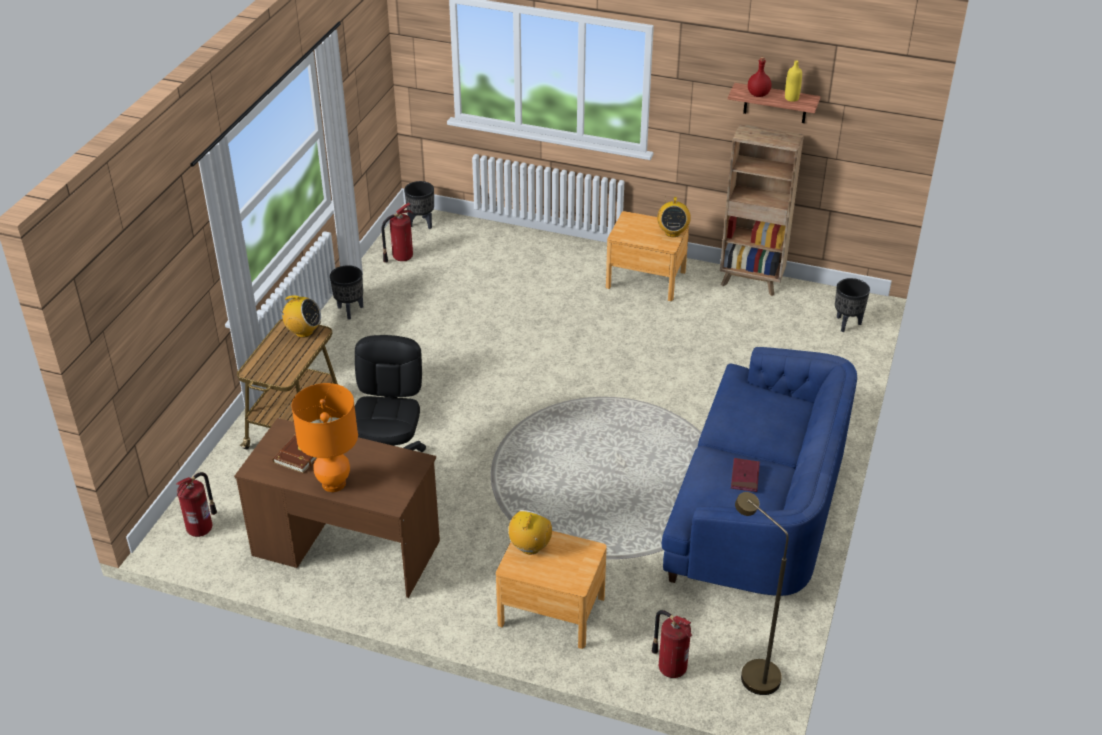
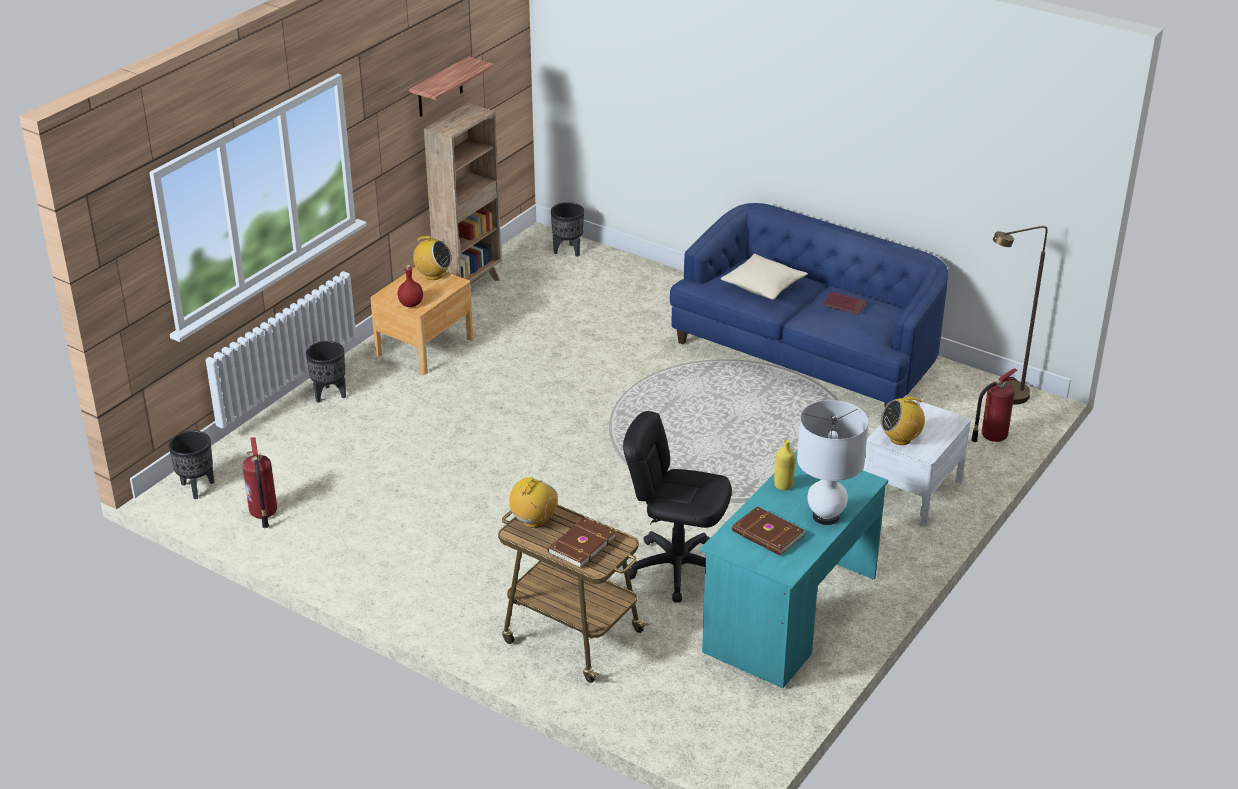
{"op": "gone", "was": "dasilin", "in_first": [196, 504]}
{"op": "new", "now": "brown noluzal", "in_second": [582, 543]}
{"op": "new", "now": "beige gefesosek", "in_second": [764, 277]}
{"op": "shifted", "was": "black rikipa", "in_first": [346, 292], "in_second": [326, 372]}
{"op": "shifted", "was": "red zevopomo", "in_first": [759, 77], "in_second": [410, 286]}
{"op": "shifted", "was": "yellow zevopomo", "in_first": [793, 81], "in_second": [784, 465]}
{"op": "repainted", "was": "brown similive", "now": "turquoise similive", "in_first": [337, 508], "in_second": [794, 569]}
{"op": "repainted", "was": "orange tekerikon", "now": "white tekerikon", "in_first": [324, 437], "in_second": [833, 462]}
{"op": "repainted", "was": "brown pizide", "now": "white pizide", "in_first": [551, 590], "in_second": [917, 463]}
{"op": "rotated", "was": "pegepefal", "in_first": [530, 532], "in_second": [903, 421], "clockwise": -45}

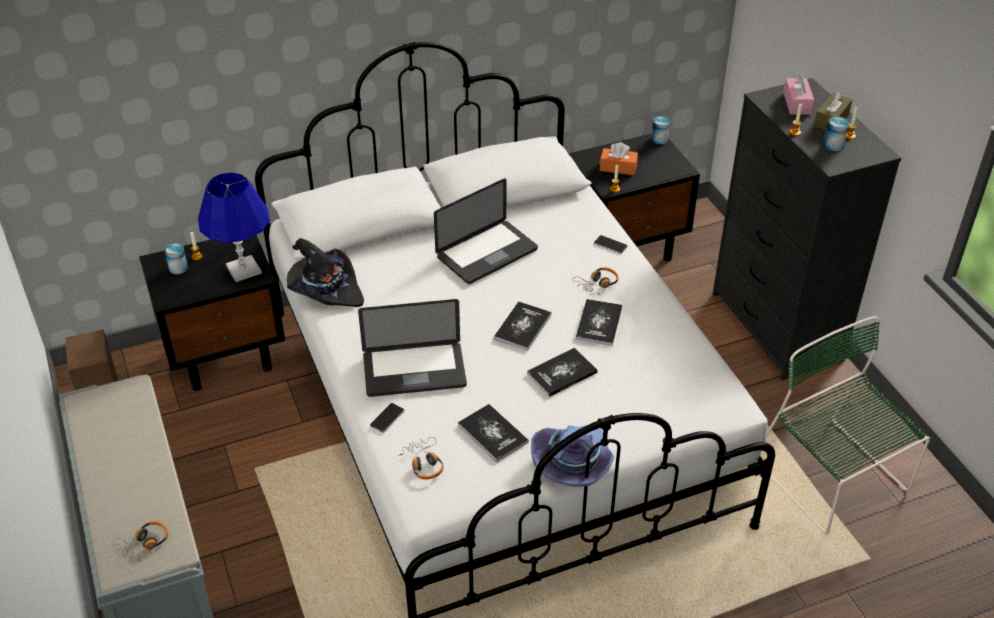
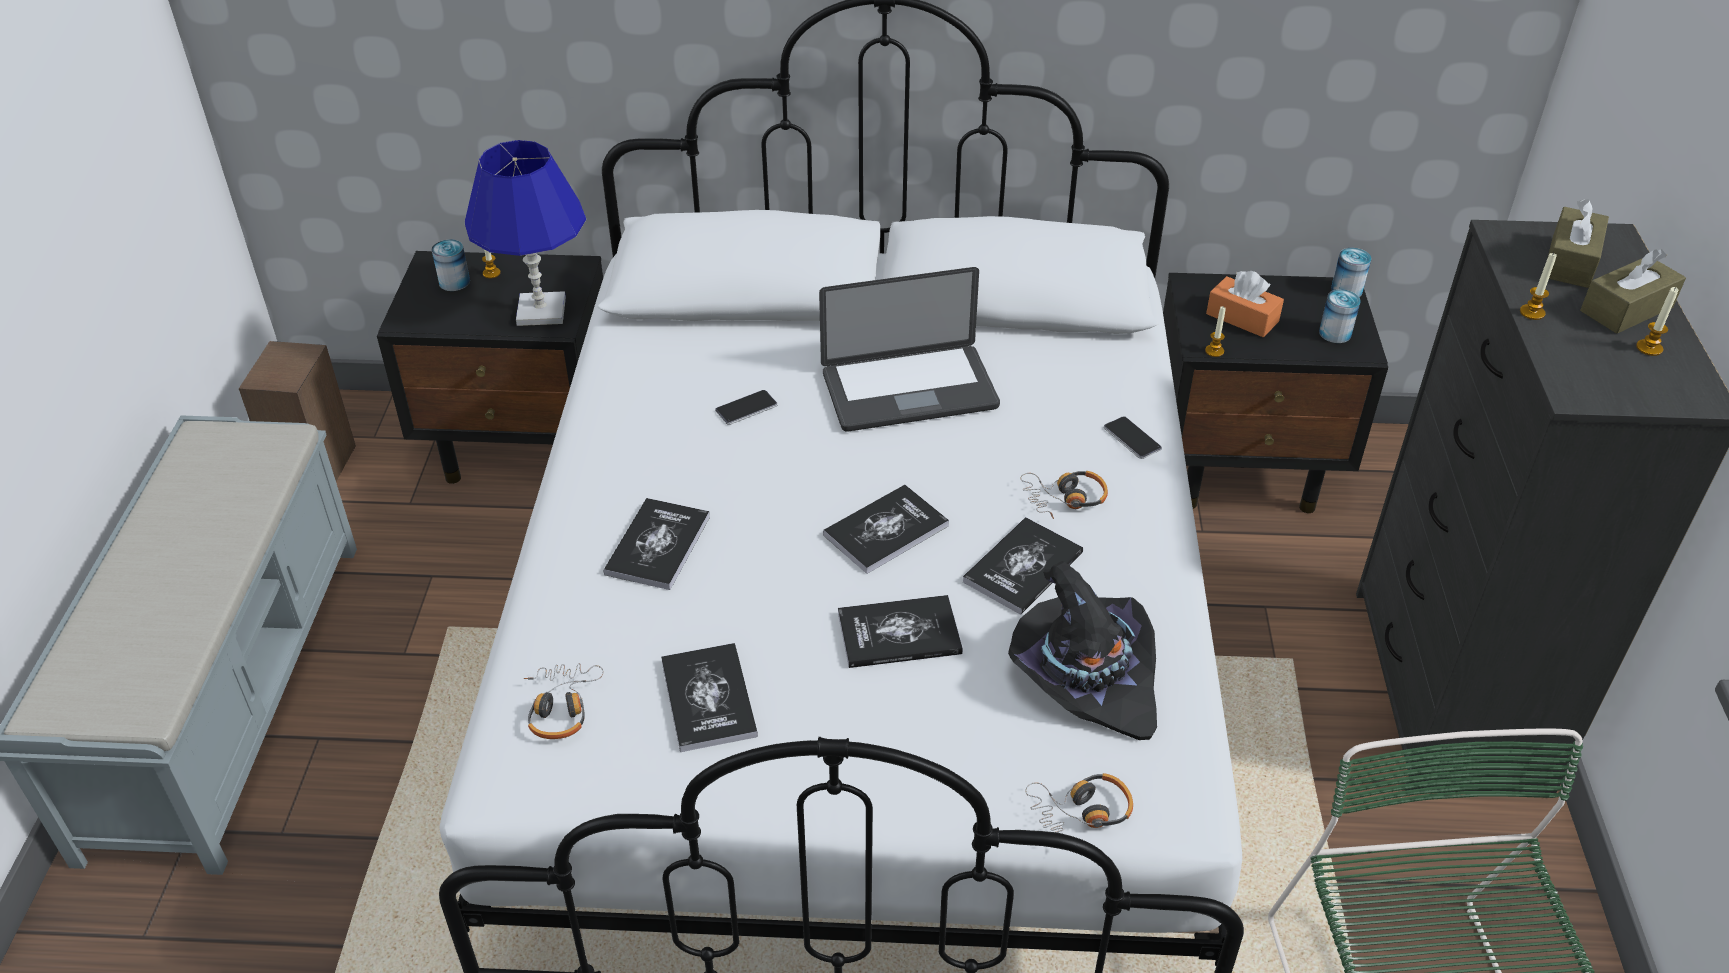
{"op": "gone", "was": "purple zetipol", "in_first": [572, 455]}
{"op": "shifted", "was": "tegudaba", "in_first": [140, 542], "in_second": [1079, 802]}
{"op": "shifted", "was": "black zetipol", "in_first": [325, 272], "in_second": [1082, 650]}
{"op": "shifted", "was": "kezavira", "in_first": [387, 418], "in_second": [746, 407]}
{"op": "shifted", "was": "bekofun", "in_first": [836, 134], "in_second": [1340, 316]}
{"op": "swapped", "was": "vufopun", "now": "noluzal", "in_first": [412, 348], "in_second": [657, 544]}
{"op": "repainted", "was": "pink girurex", "now": "brown girurex", "in_first": [798, 93], "in_second": [1578, 243]}

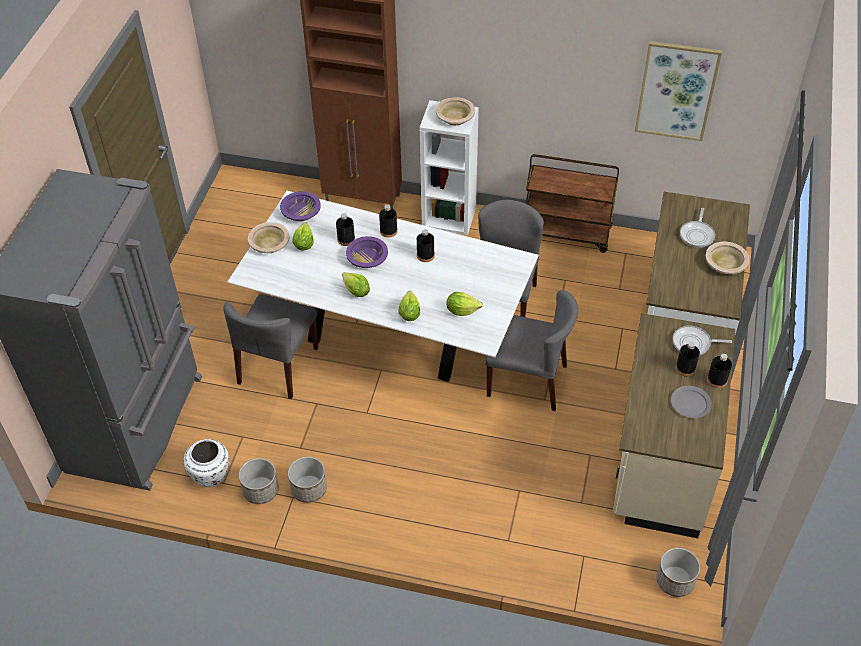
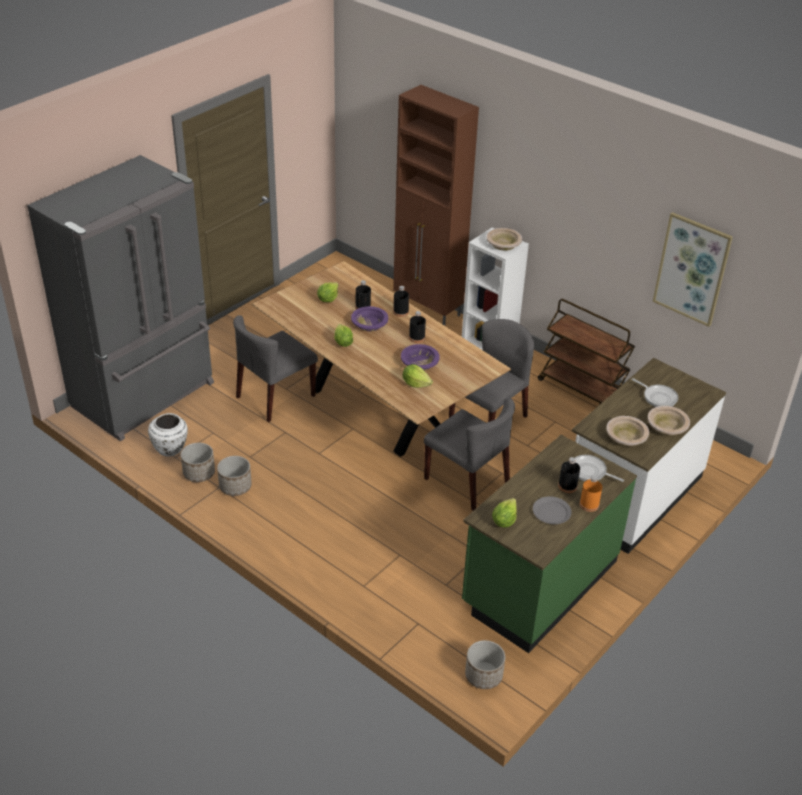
{"op": "shifted", "was": "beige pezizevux", "in_first": [268, 237], "in_second": [627, 431]}
{"op": "shifted", "was": "purple pezizevux", "in_first": [300, 206], "in_second": [420, 357]}
{"op": "shifted", "was": "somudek", "in_first": [409, 306], "in_second": [504, 513]}
{"op": "repainted", "was": "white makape", "now": "brown makape", "in_first": [383, 286], "in_second": [381, 359]}
{"op": "repainted", "was": "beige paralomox", "now": "green paralomox", "in_first": [674, 425], "in_second": [549, 544]}
{"op": "repainted", "was": "black zevopomo", "now": "orange zevopomo", "in_first": [719, 371], "in_second": [591, 494]}
{"op": "rotated", "was": "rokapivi", "in_first": [697, 228], "in_second": [655, 392], "clockwise": -90}

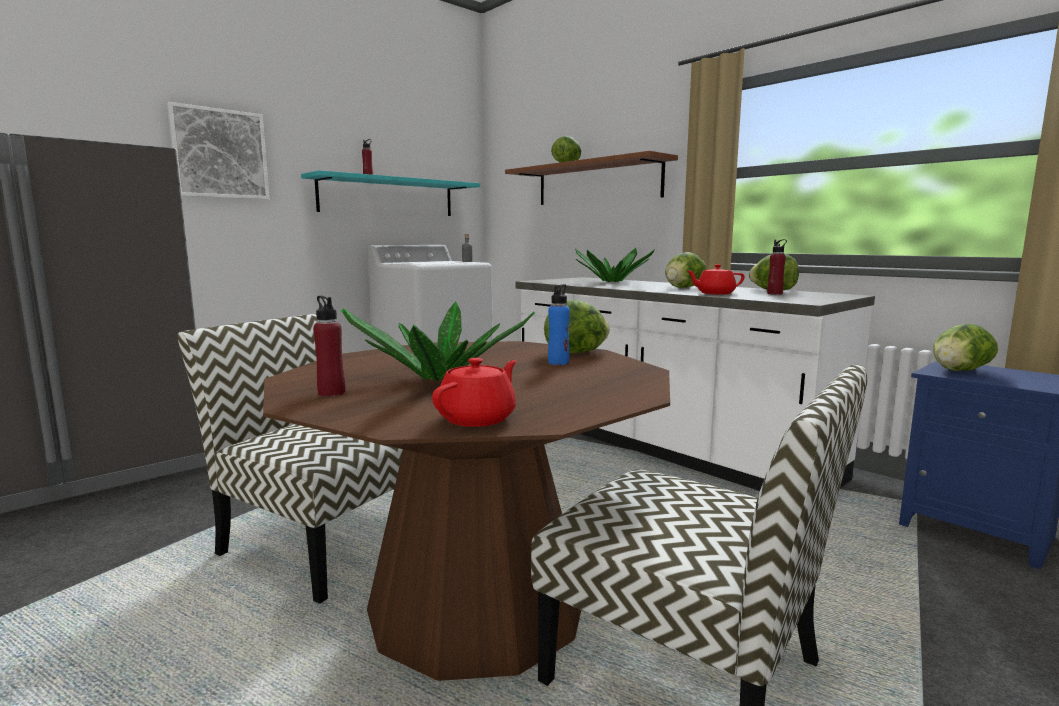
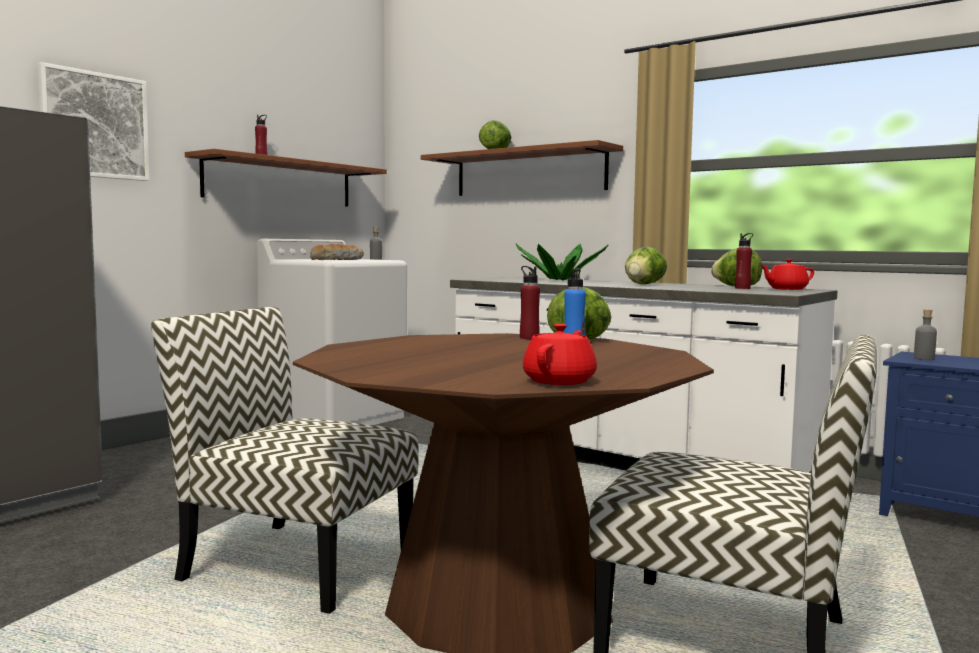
{"op": "gone", "was": "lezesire", "in_first": [438, 341]}
{"op": "new", "now": "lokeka", "in_second": [337, 252]}
{"op": "shifted", "was": "red zevopomo", "in_first": [329, 346], "in_second": [530, 302]}
{"op": "shifted", "was": "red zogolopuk", "in_first": [716, 279], "in_second": [787, 274]}
{"op": "swapped", "was": "somudek", "now": "grey zevopomo", "in_first": [965, 347], "in_second": [925, 334]}
{"op": "repainted", "was": "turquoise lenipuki", "now": "brown lenipuki", "in_first": [390, 193], "in_second": [286, 178]}

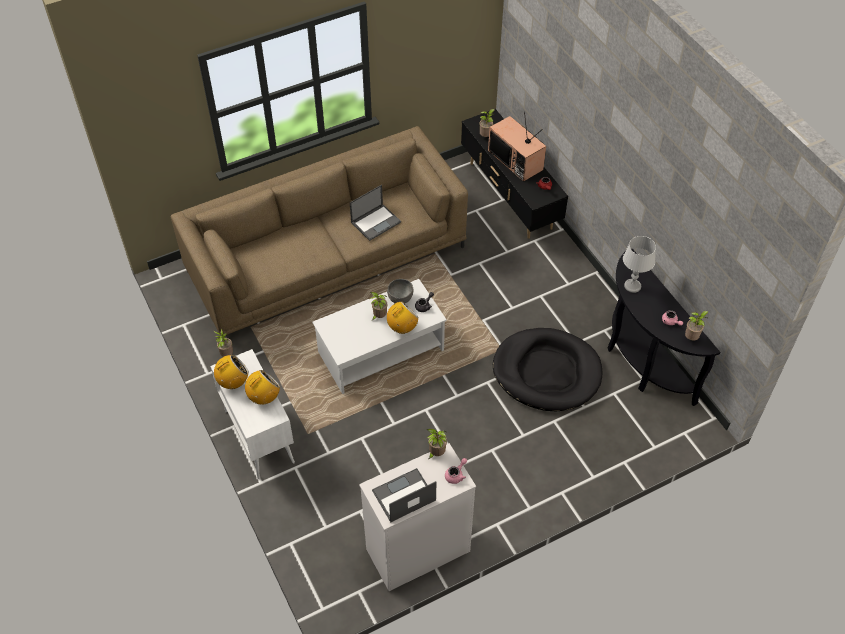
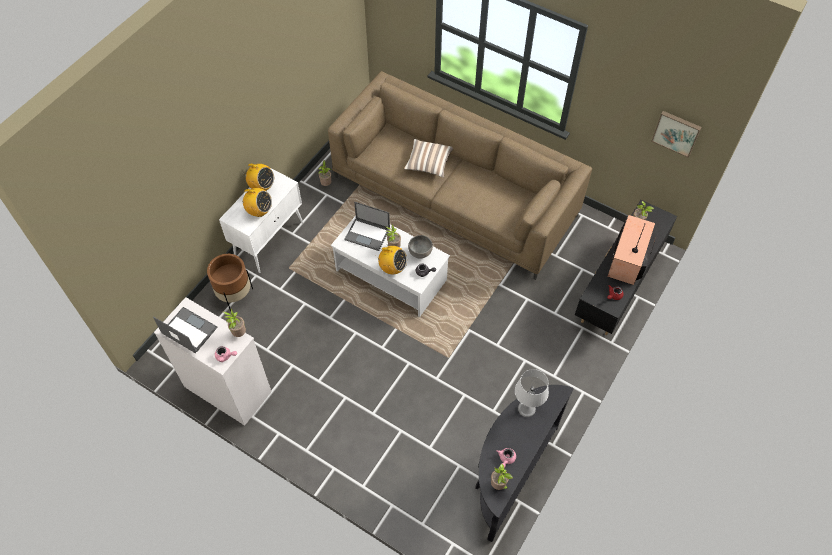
{"op": "gone", "was": "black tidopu", "in_first": [548, 370]}
{"op": "new", "now": "brown rikipa", "in_second": [230, 282]}
{"op": "new", "now": "gefesosek", "in_second": [428, 158]}
{"op": "new", "now": "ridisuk", "in_second": [676, 134]}
{"op": "shifted", "was": "vufopun", "in_first": [375, 213], "in_second": [367, 226]}

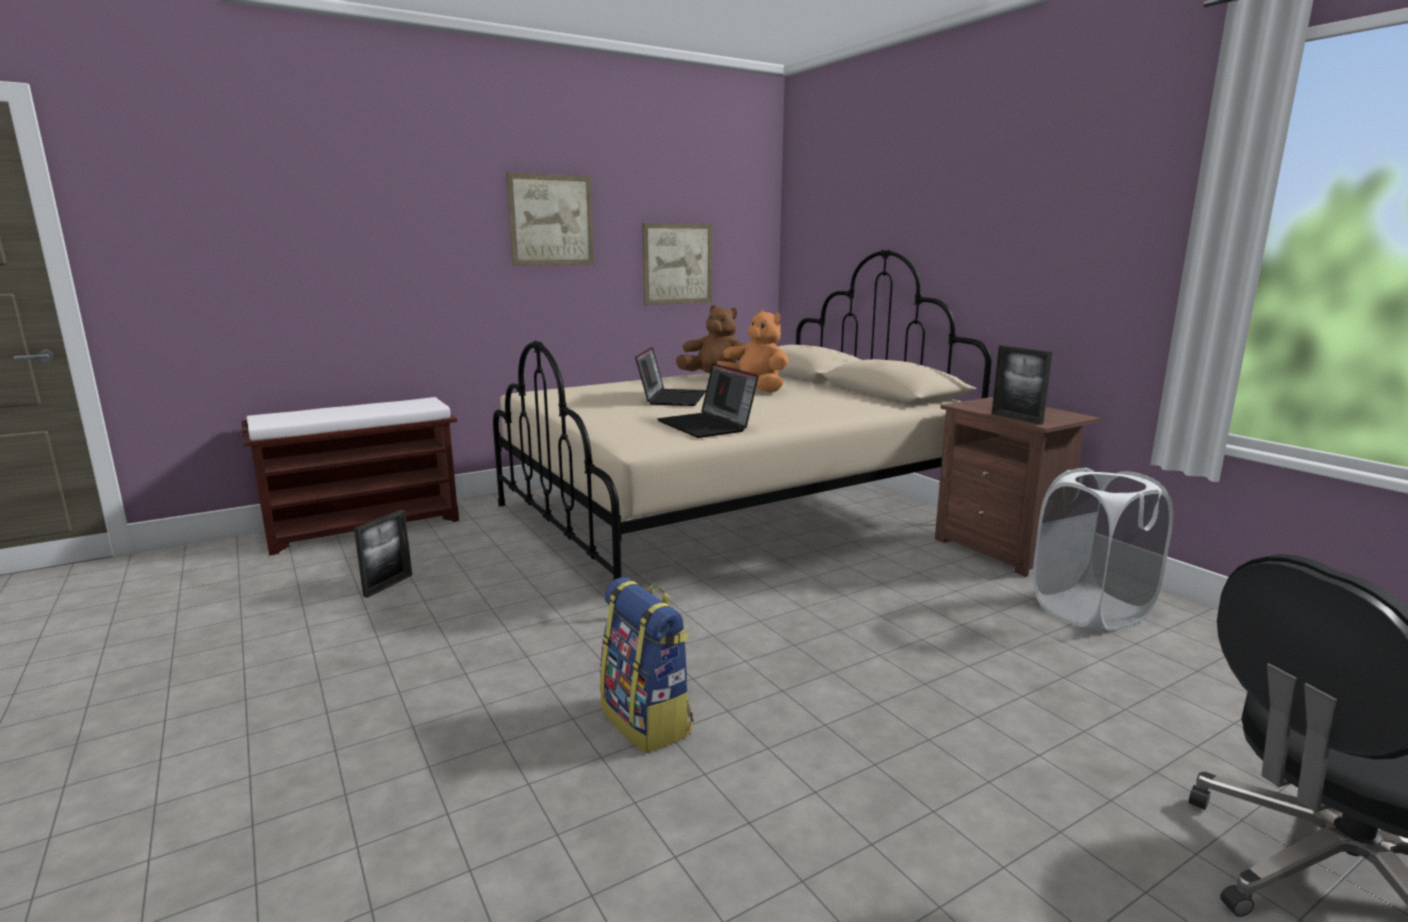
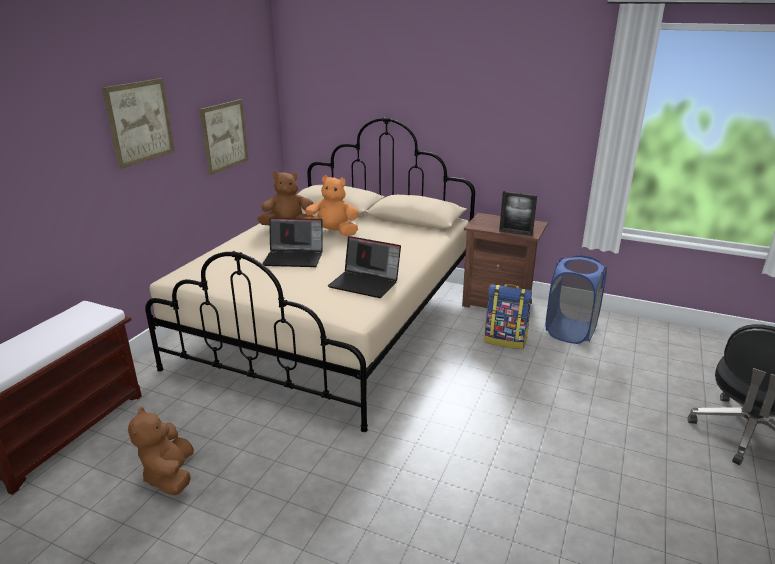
{"op": "shifted", "was": "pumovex", "in_first": [647, 665], "in_second": [508, 316]}
{"op": "swapped", "was": "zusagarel", "now": "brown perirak", "in_first": [383, 554], "in_second": [161, 451]}
{"op": "repainted", "was": "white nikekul", "now": "blue nikekul", "in_first": [1103, 549], "in_second": [576, 299]}
{"op": "rotated", "was": "vufopun", "in_first": [670, 376], "in_second": [293, 242], "clockwise": 120}

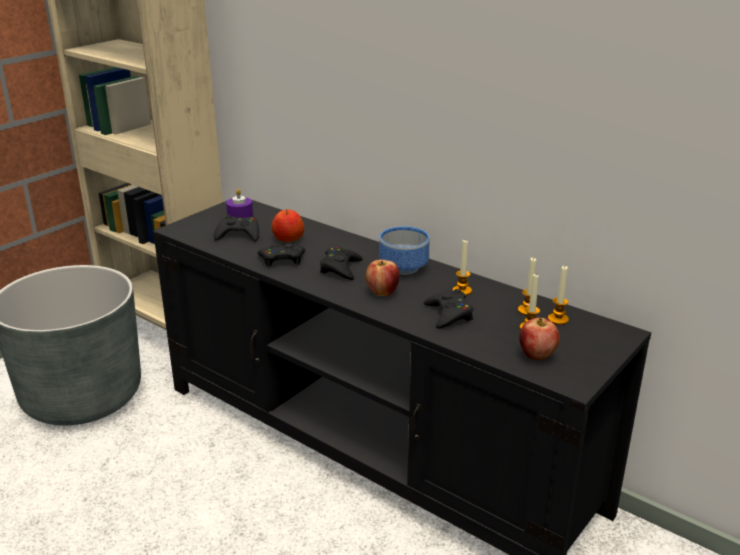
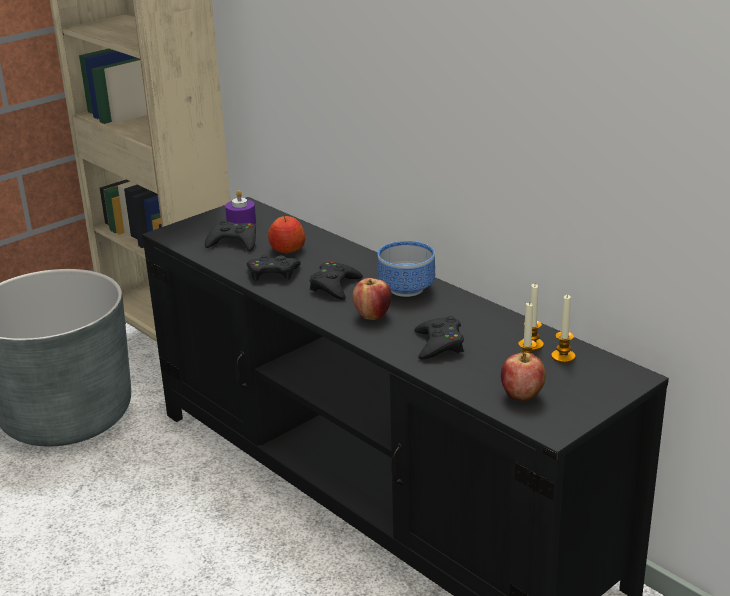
{"op": "gone", "was": "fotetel", "in_first": [462, 267]}

